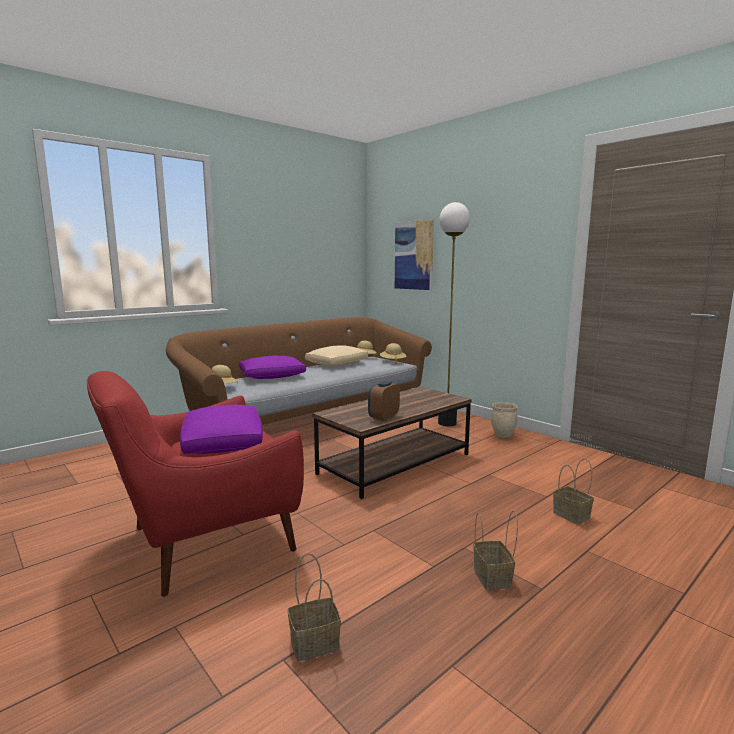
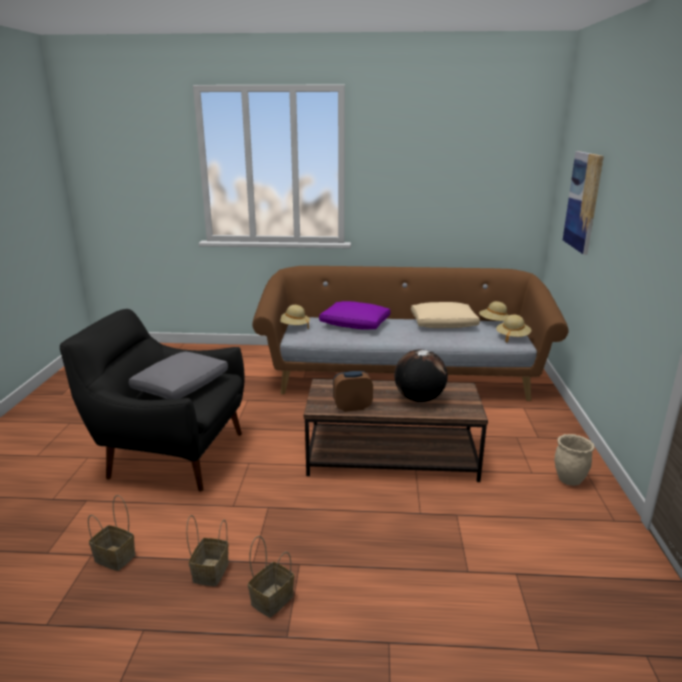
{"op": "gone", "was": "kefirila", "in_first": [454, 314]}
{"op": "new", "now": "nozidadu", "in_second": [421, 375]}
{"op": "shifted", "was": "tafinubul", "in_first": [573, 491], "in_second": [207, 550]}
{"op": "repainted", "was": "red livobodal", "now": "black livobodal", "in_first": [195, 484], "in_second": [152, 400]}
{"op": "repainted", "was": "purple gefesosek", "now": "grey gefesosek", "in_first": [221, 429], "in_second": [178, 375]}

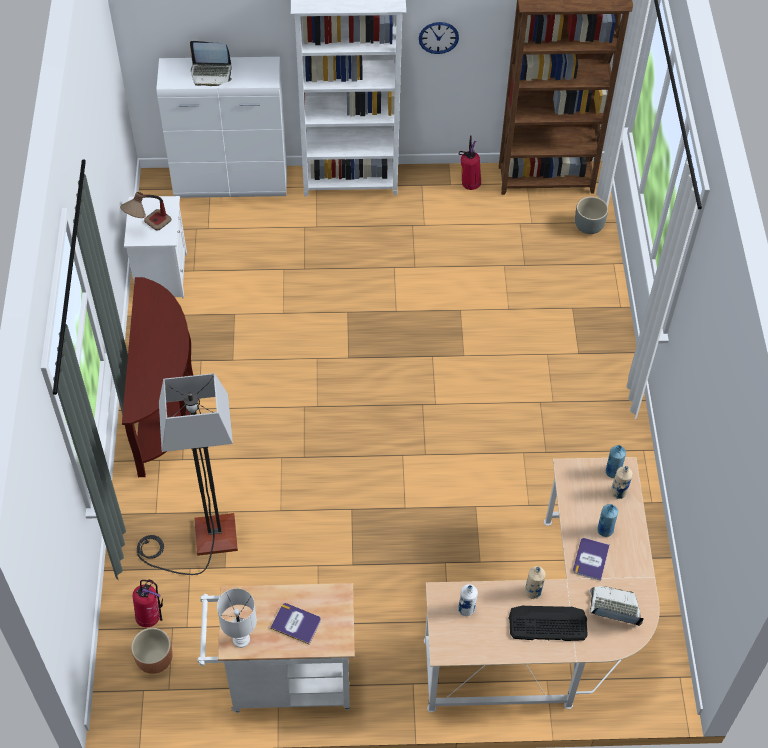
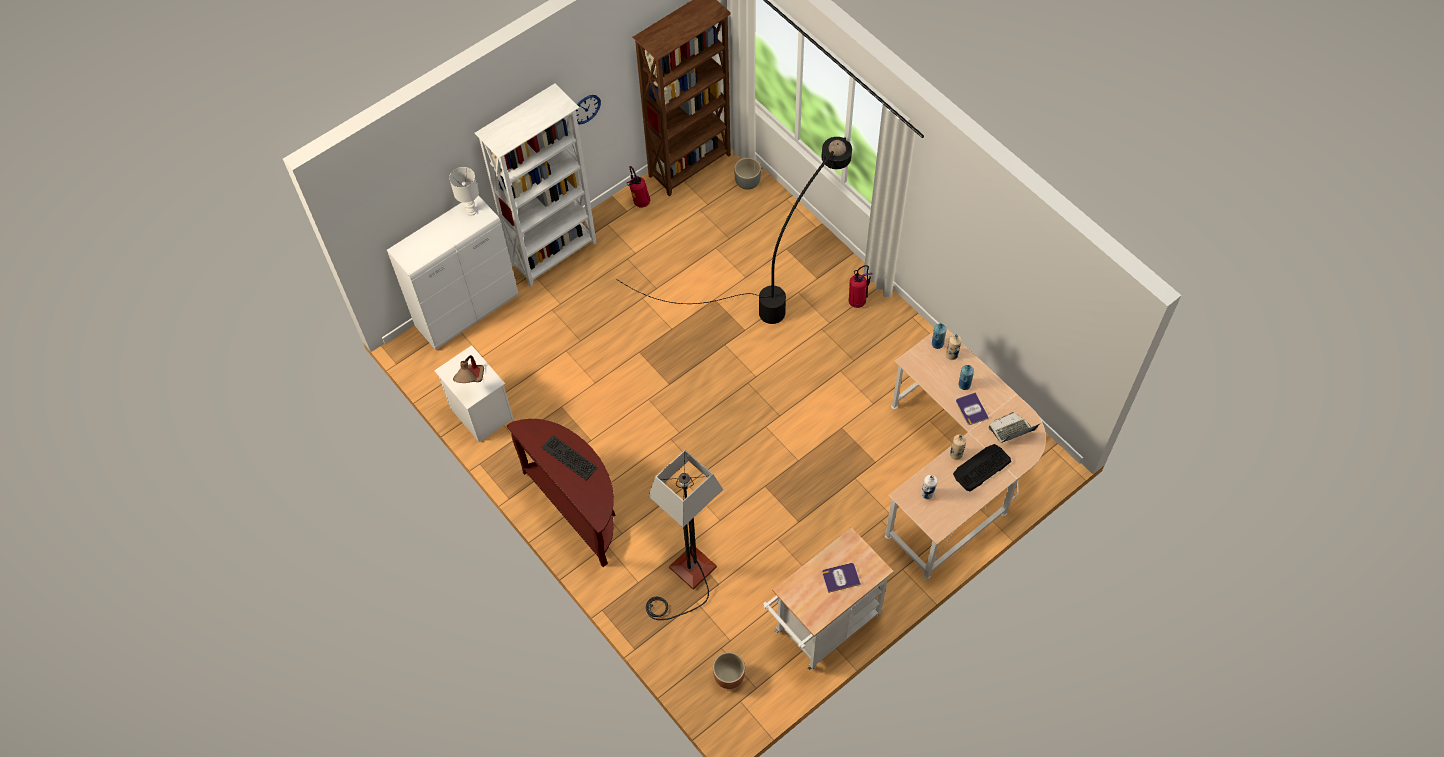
{"op": "gone", "was": "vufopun", "in_first": [211, 63]}
{"op": "new", "now": "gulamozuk", "in_second": [569, 457]}
{"op": "new", "now": "black kefirila", "in_second": [734, 230]}
{"op": "shifted", "was": "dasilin", "in_first": [148, 603], "in_second": [860, 286]}
{"op": "shifted", "was": "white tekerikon", "in_first": [237, 618], "in_second": [464, 191]}

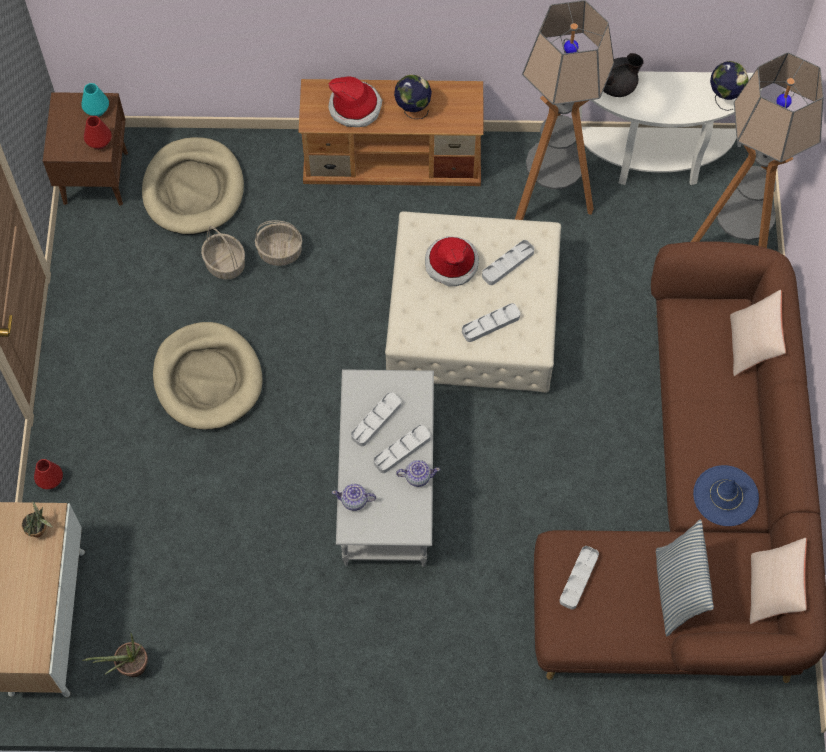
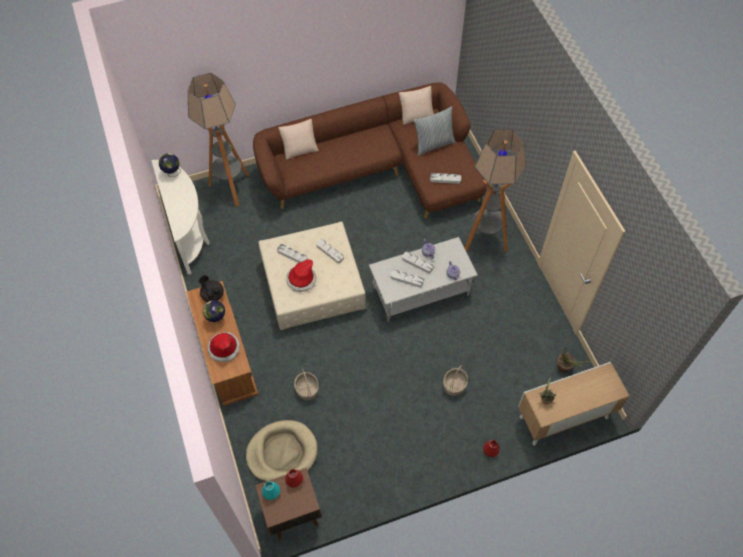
{"op": "gone", "was": "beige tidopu", "in_first": [208, 376]}
{"op": "gone", "was": "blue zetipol", "in_first": [726, 495]}
{"op": "shifted", "was": "tafinubul", "in_first": [223, 253], "in_second": [455, 380]}
{"op": "shifted", "was": "kefirila", "in_first": [564, 110], "in_second": [495, 190]}
{"op": "shifted", "was": "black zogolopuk", "in_first": [623, 75], "in_second": [211, 288]}

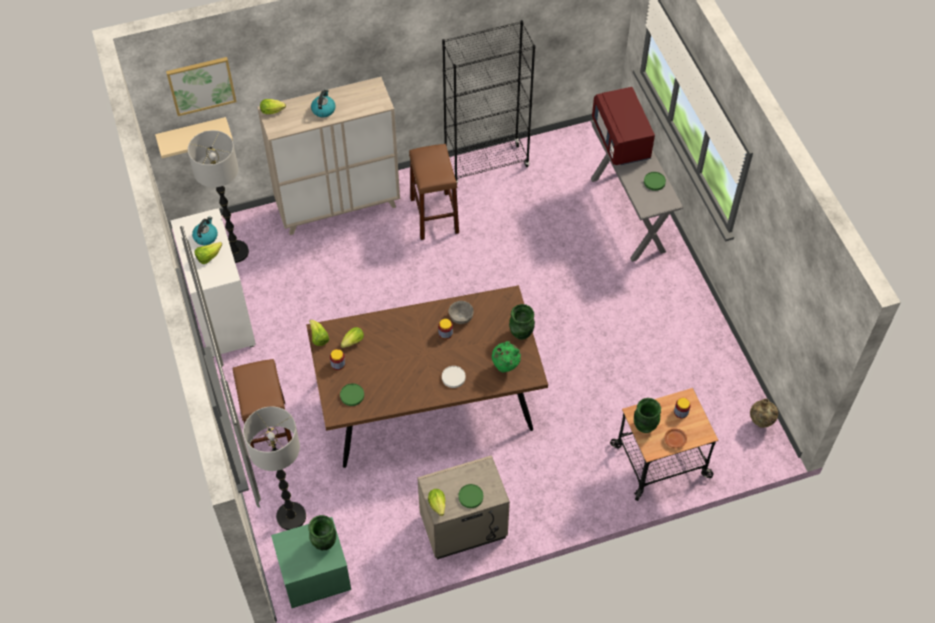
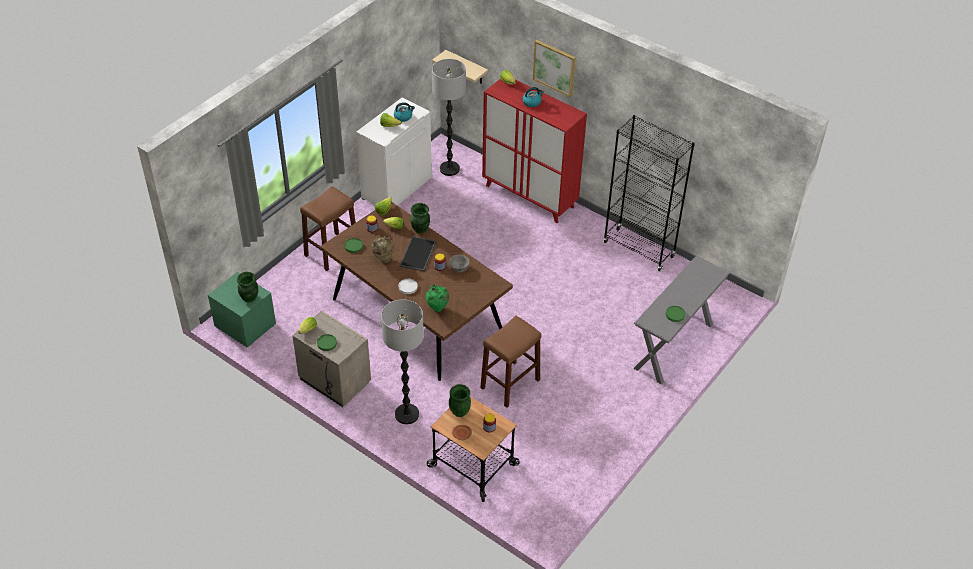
{"op": "gone", "was": "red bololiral", "in_first": [623, 126]}
{"op": "new", "now": "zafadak", "in_second": [418, 253]}
{"op": "shifted", "was": "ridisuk", "in_first": [201, 86], "in_second": [554, 68]}
{"op": "shifted", "was": "kefirila", "in_first": [274, 468], "in_second": [402, 361]}
{"op": "shifted", "was": "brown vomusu", "in_first": [434, 192], "in_second": [510, 362]}
{"op": "shifted", "was": "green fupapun", "in_first": [522, 322], "in_second": [420, 218]}
{"op": "shifted", "was": "beige fupapun", "in_first": [764, 413], "in_second": [382, 249]}
{"op": "repainted", "was": "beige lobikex", "now": "red lobikex", "in_first": [328, 156], "in_second": [534, 151]}

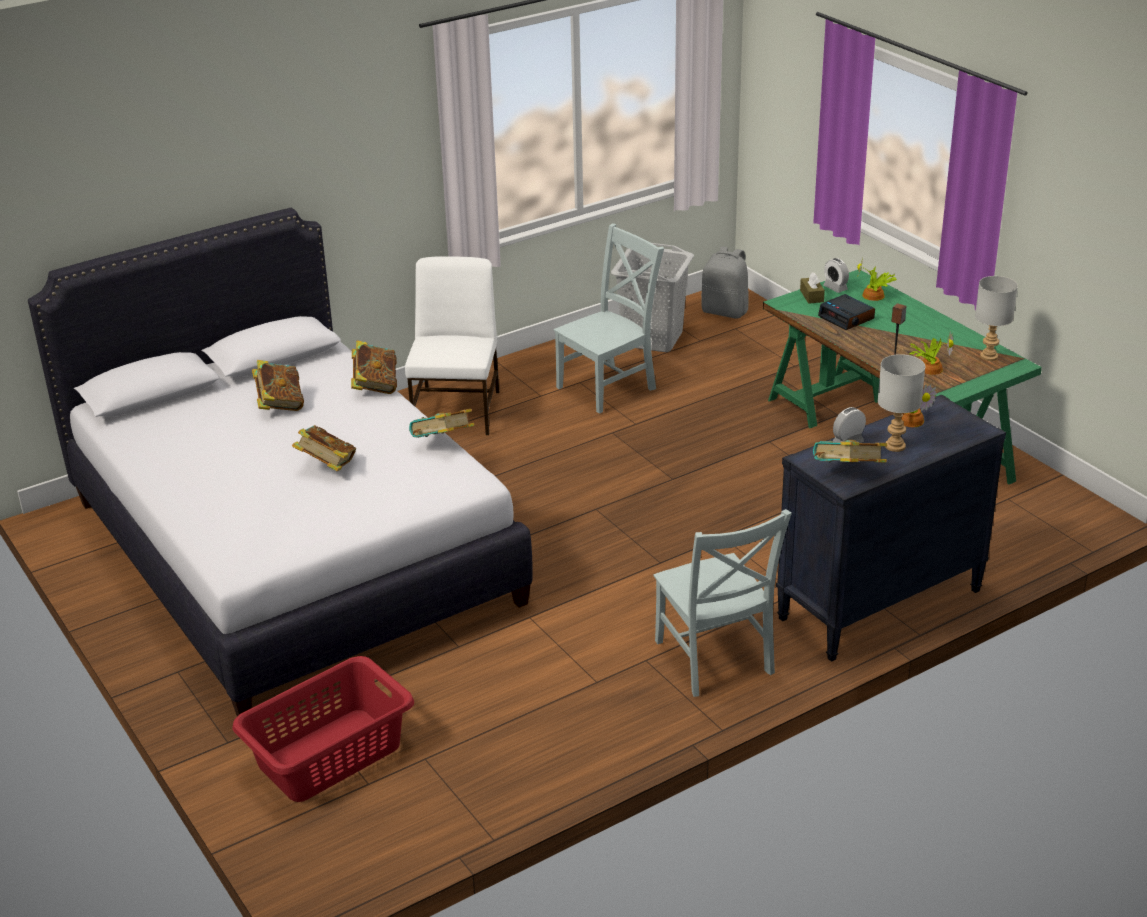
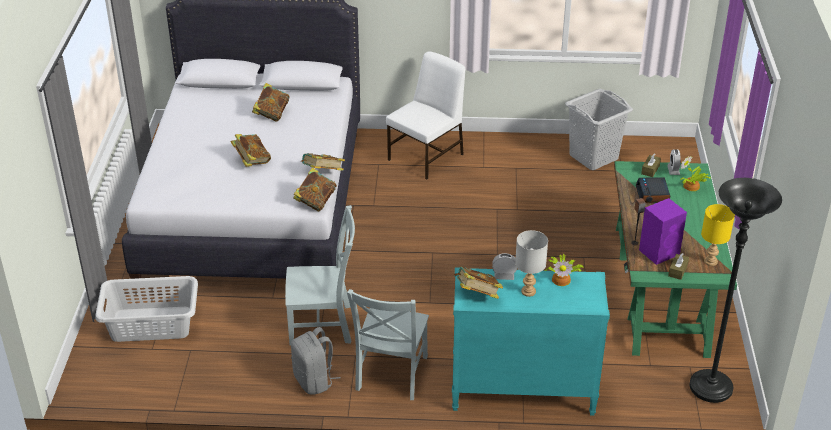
{"op": "new", "now": "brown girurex", "in_second": [678, 266]}
{"op": "new", "now": "black kefirila", "in_second": [736, 290]}
{"op": "shifted", "was": "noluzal", "in_first": [374, 367], "in_second": [315, 190]}
{"op": "shifted", "was": "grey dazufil", "in_first": [608, 318], "in_second": [320, 275]}
{"op": "shifted", "was": "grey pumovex", "in_first": [725, 282], "in_second": [316, 361]}
{"op": "swapped", "was": "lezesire", "now": "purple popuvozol", "in_first": [932, 353], "in_second": [663, 231]}
{"op": "repainted", "was": "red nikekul", "now": "grey nikekul", "in_first": [323, 729], "in_second": [146, 309]}
{"op": "repainted", "was": "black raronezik", "now": "turquoise raronezik", "in_first": [891, 528], "in_second": [531, 341]}
{"op": "repainted", "was": "grey tekerikon", "now": "yellow tekerikon", "in_first": [996, 318], "in_second": [718, 235]}

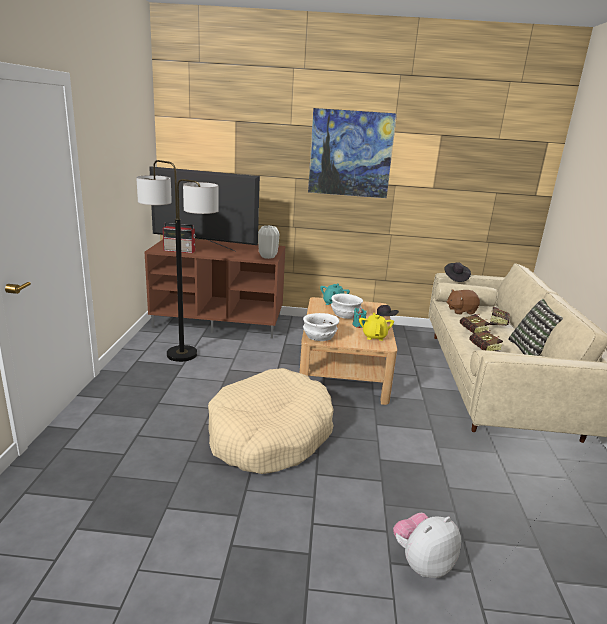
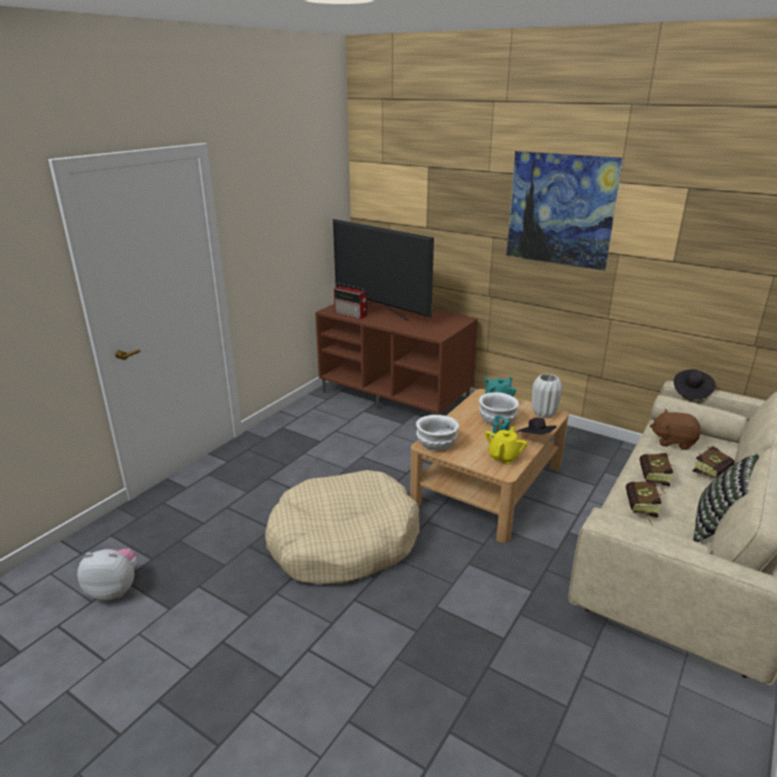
{"op": "gone", "was": "kefirila", "in_first": [177, 261]}
{"op": "shifted", "was": "white fupapun", "in_first": [268, 242], "in_second": [547, 396]}
{"op": "shifted", "was": "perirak", "in_first": [427, 545], "in_second": [107, 575]}

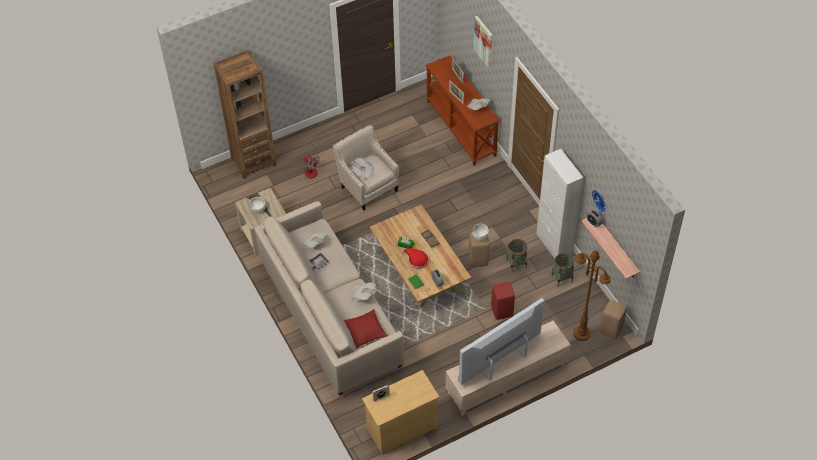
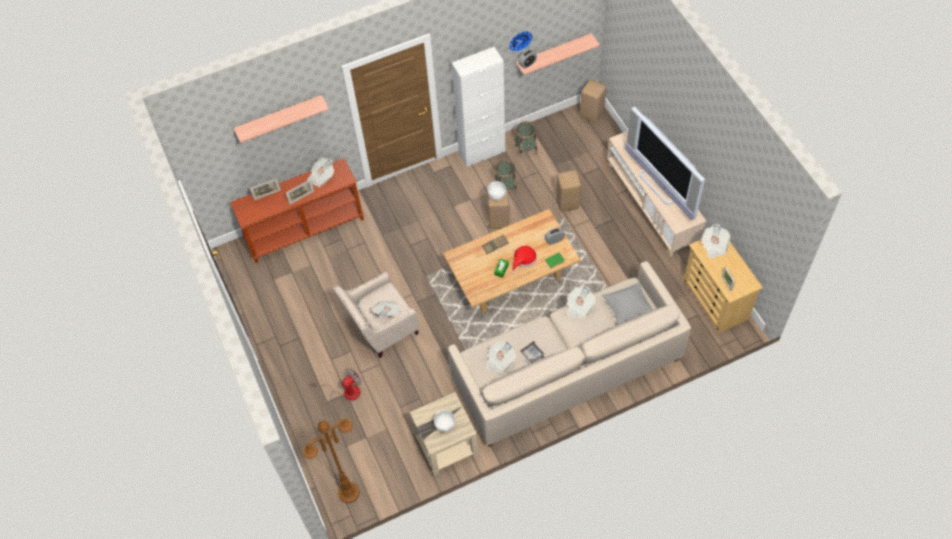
{"op": "gone", "was": "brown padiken", "in_first": [245, 114]}
{"op": "new", "now": "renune", "in_second": [716, 241]}
{"op": "shifted", "was": "brown kefirila", "in_first": [592, 295], "in_second": [331, 460]}
{"op": "swapped", "was": "ridisuk", "now": "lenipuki", "in_first": [482, 42], "in_second": [281, 119]}
{"op": "repainted", "was": "red gefesosek", "now": "grey gefesosek", "in_first": [365, 328], "in_second": [627, 303]}
{"op": "repainted", "was": "red vomusu", "now": "beige vomusu", "in_first": [503, 301], "in_second": [568, 191]}

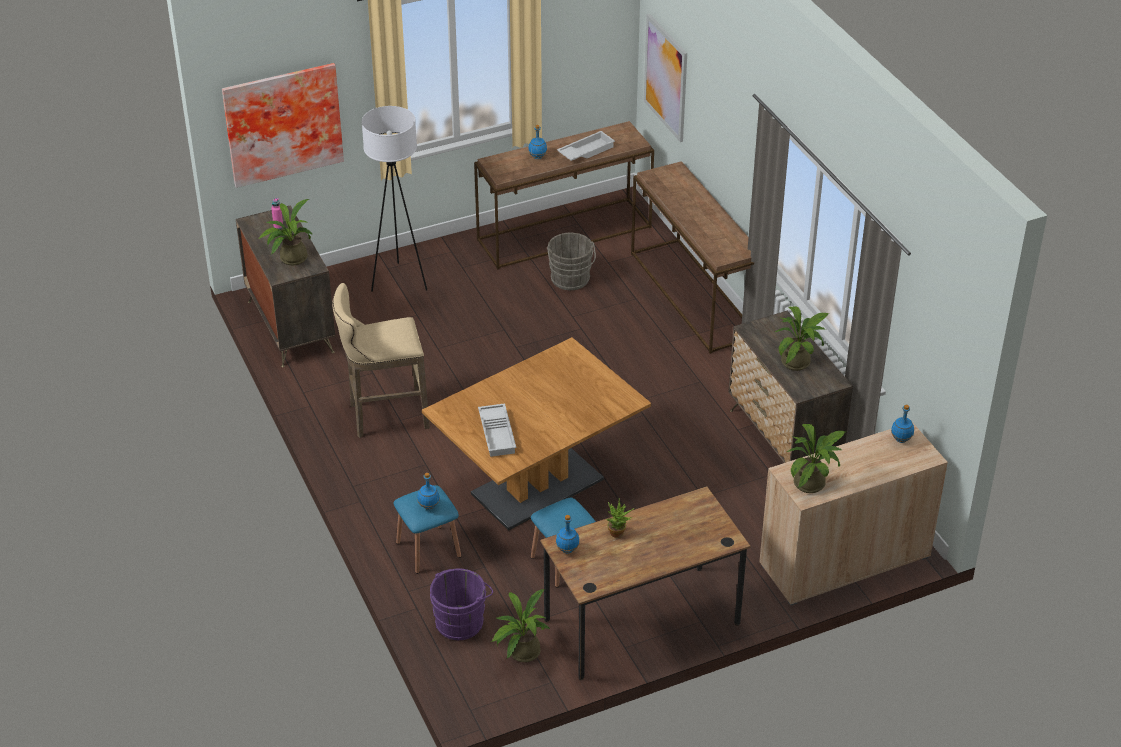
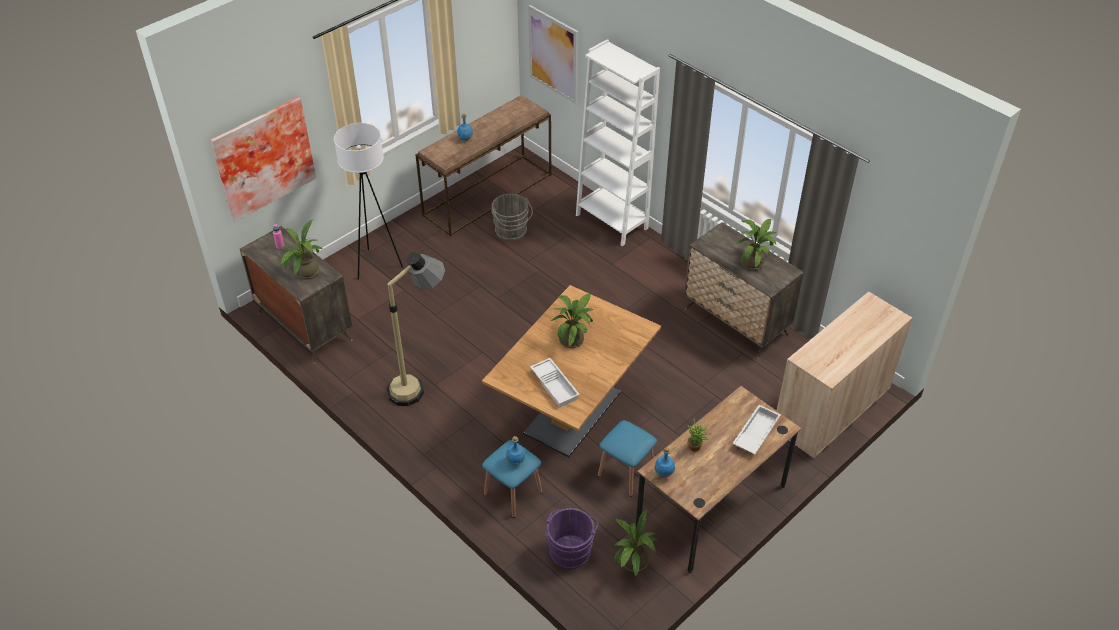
{"op": "gone", "was": "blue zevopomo", "in_first": [902, 424]}
{"op": "shifted", "was": "white zafadak", "in_first": [586, 146], "in_second": [756, 429]}
{"op": "shifted", "was": "lezesire", "in_first": [816, 458], "in_second": [572, 321]}
{"op": "swapped", "was": "beige vomusu", "now": "kefirila", "in_first": [381, 360], "in_second": [416, 329]}
{"op": "swapped", "was": "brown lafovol", "now": "white padiken", "in_first": [692, 257], "in_second": [618, 142]}

